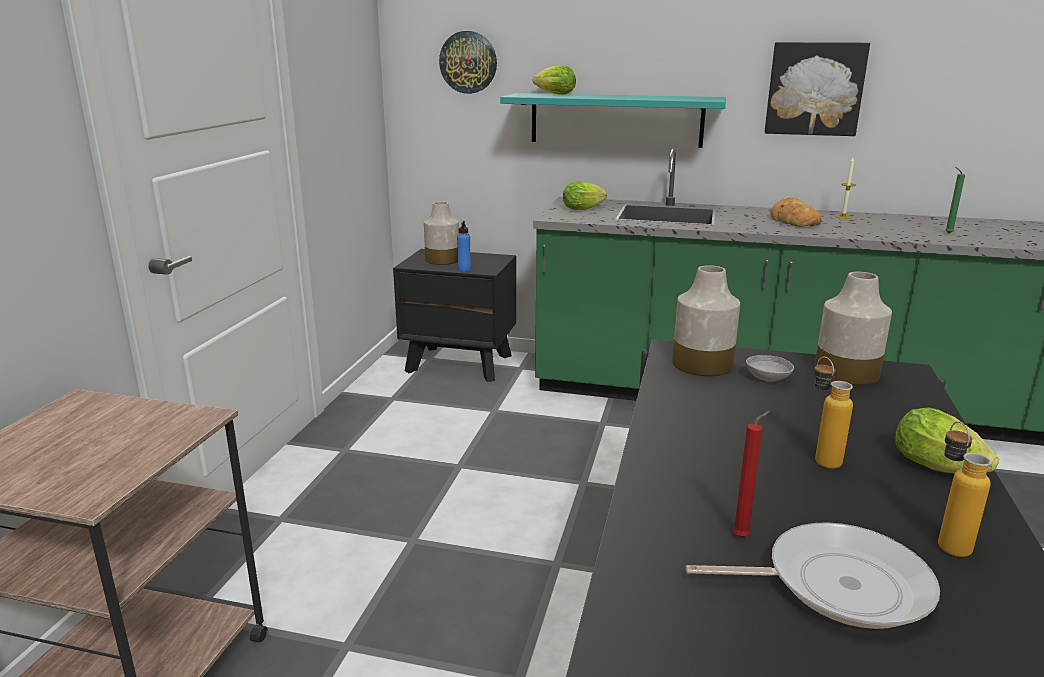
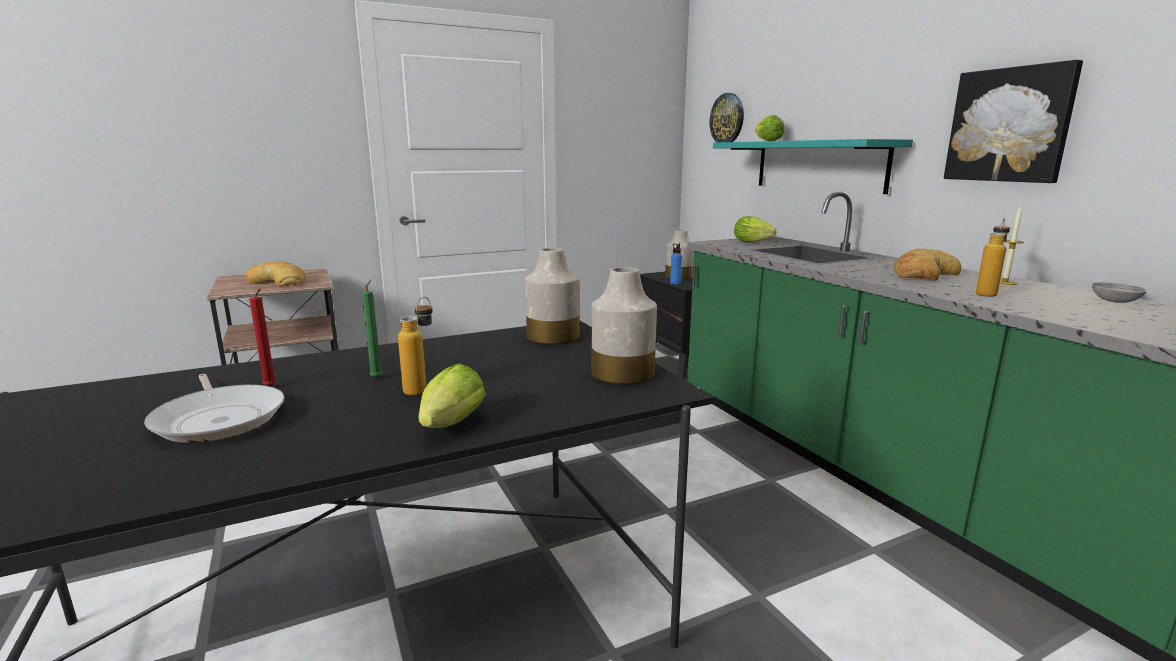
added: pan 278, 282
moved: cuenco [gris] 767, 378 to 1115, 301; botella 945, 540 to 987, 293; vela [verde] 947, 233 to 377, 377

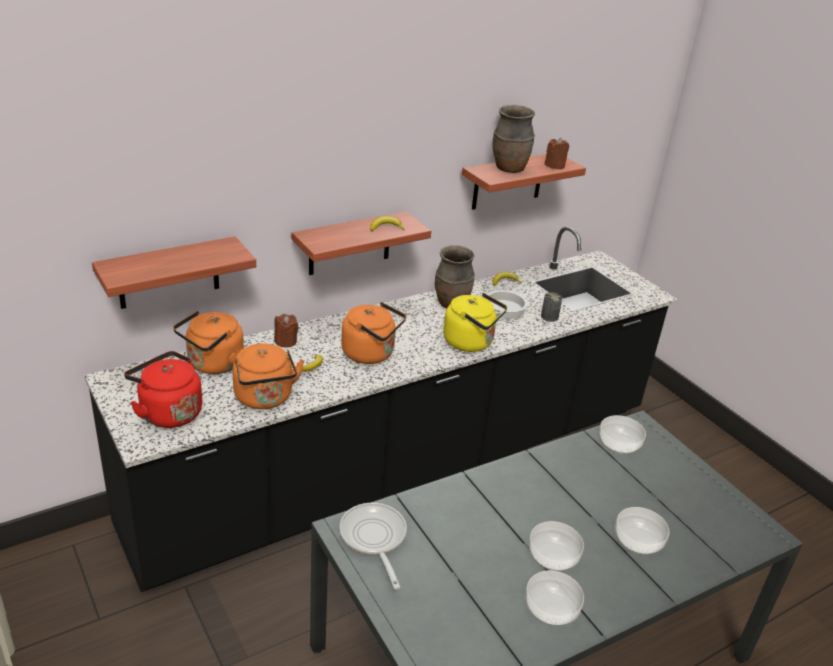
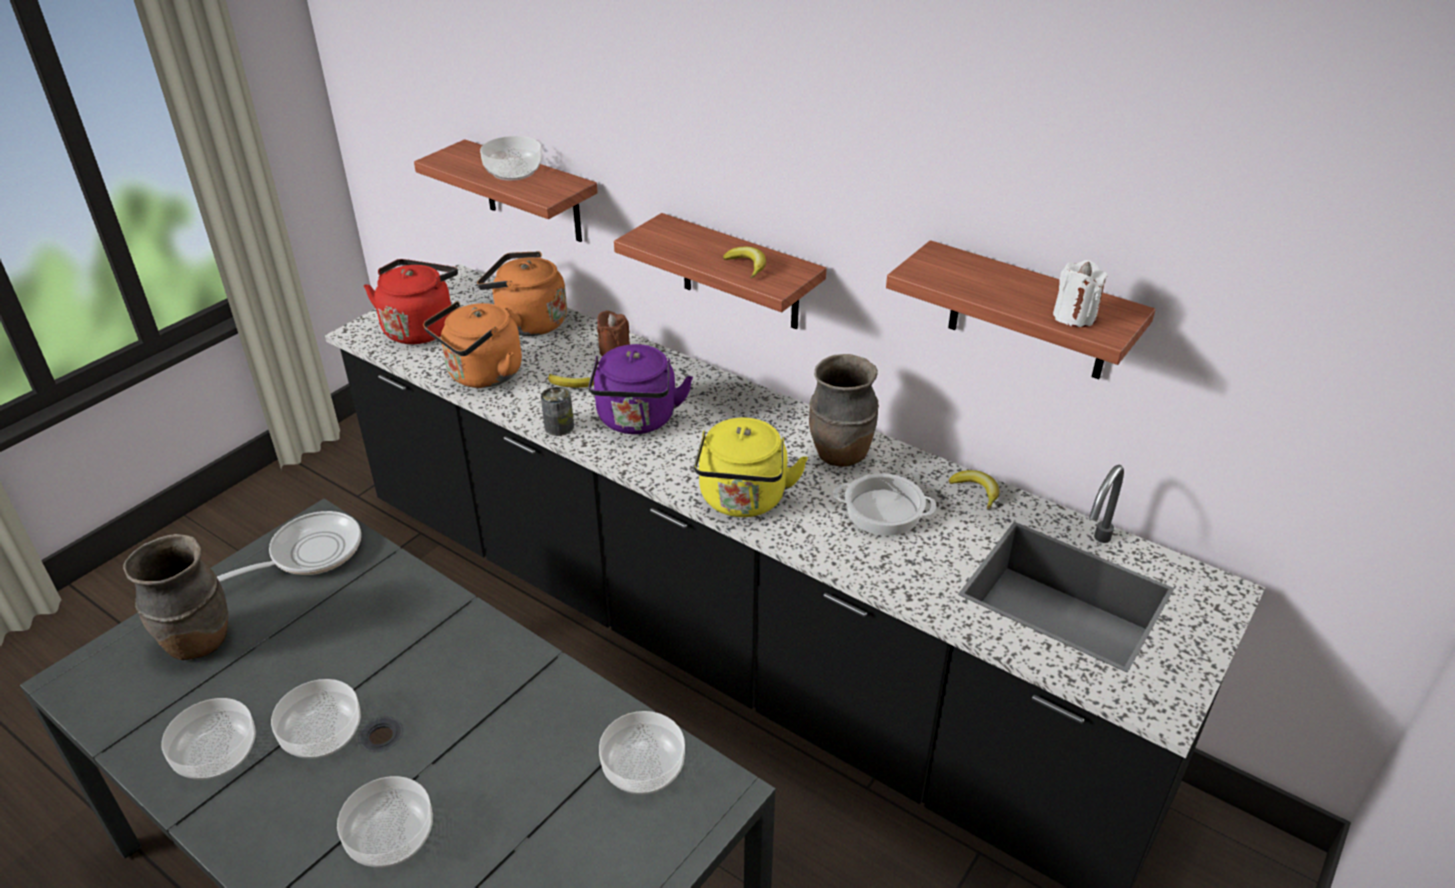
added: cuenco 514, 171
moved: florero [marrón] 509, 169 to 197, 642; lata 549, 317 to 559, 427
recoloured: hervidor [naranja] 371, 354 to hervidor [morado] 637, 421; vela [marrón] 555, 165 to vela [blanco] 1074, 316

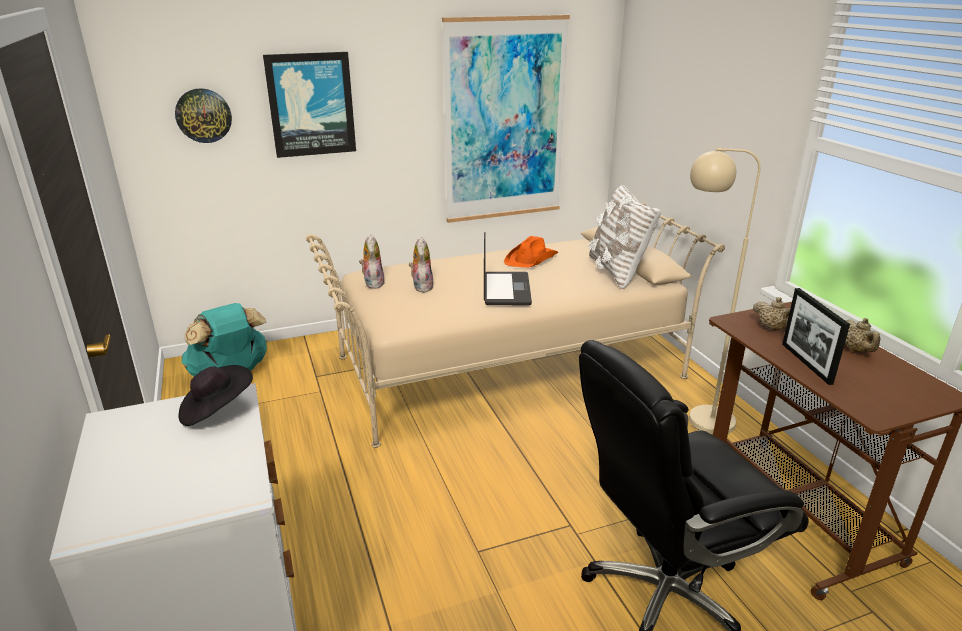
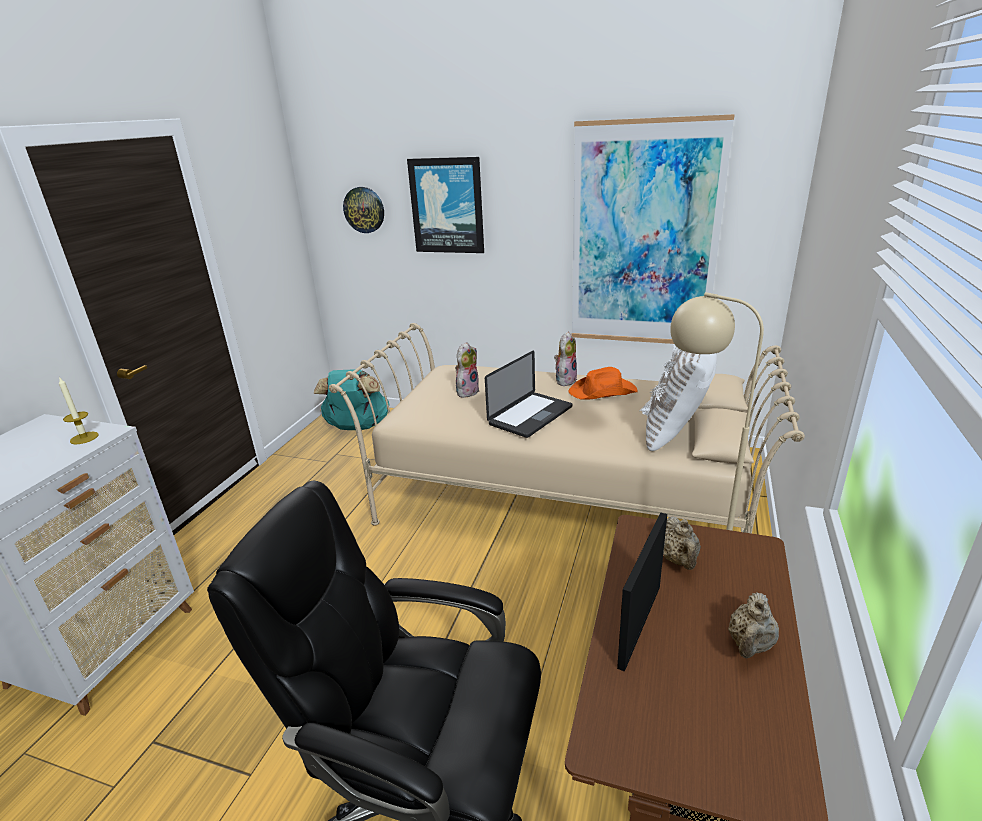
moved: peluche 372, 283 to 565, 380
replaced: sombrero [negro] 216, 410 to vela 84, 438

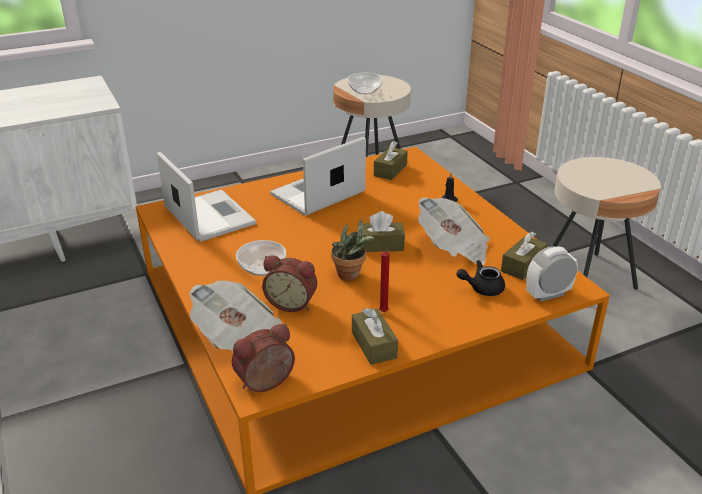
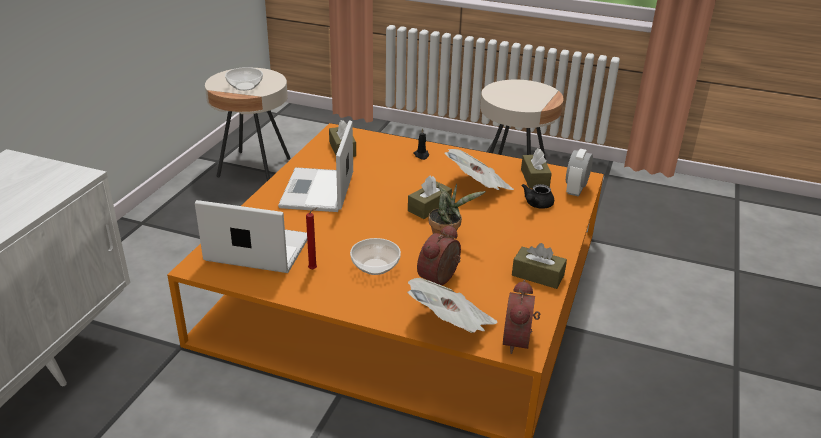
moved: vela [rojo] 385, 312 to 314, 269
turned: despertador 292, 303 = 440, 279 150 degrees clockwise

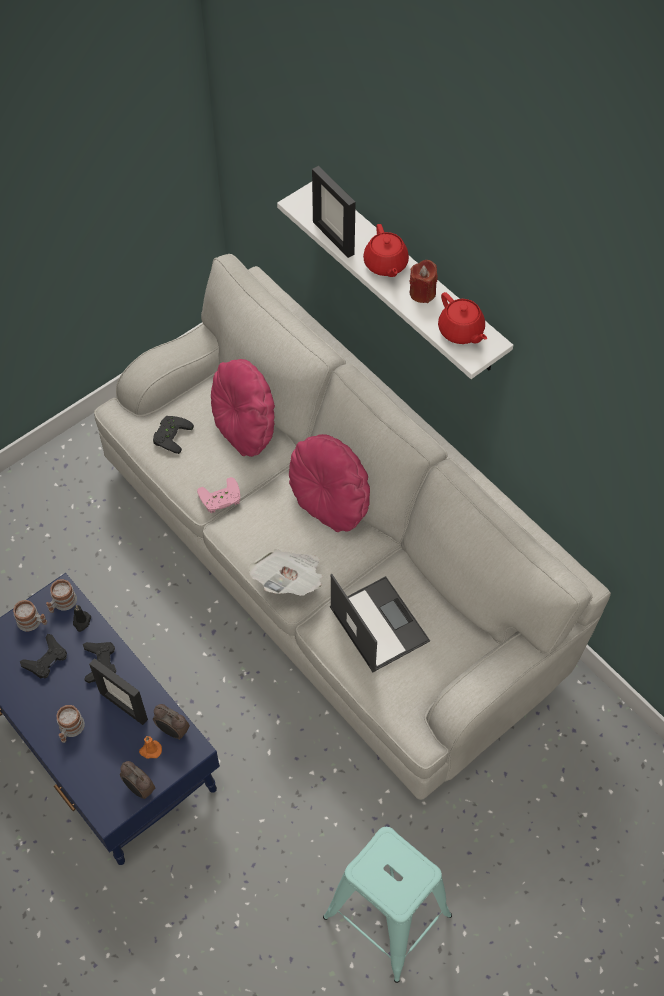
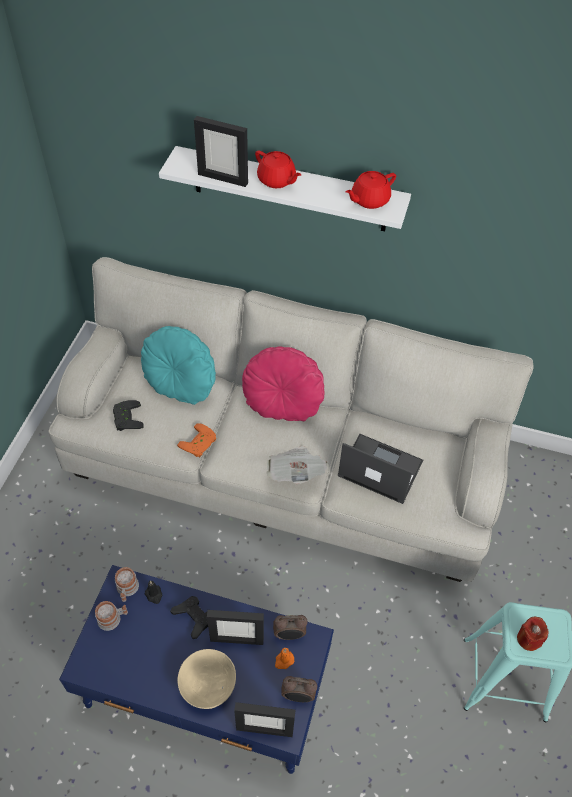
removed: mando de consola [negro] 46, 660
added: portarretratos 265, 728
moved: vela [rojo] 422, 293 to 528, 639
replaced: taza grande 70, 729 to cuenco [beis] 207, 685
recoloured: mando de consola [rosa] 221, 499 to mando de consola [naranja] 199, 443; cojín [rosa] 245, 431 to cojín [turquesa] 181, 388
turned: tetera [rojo] 461, 331 = 369, 200 120 degrees clockwise

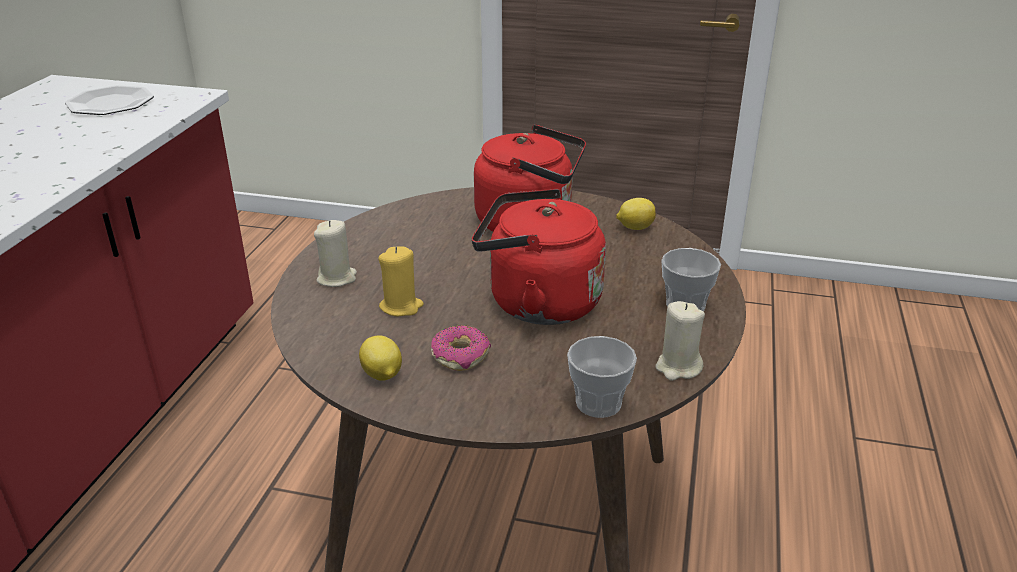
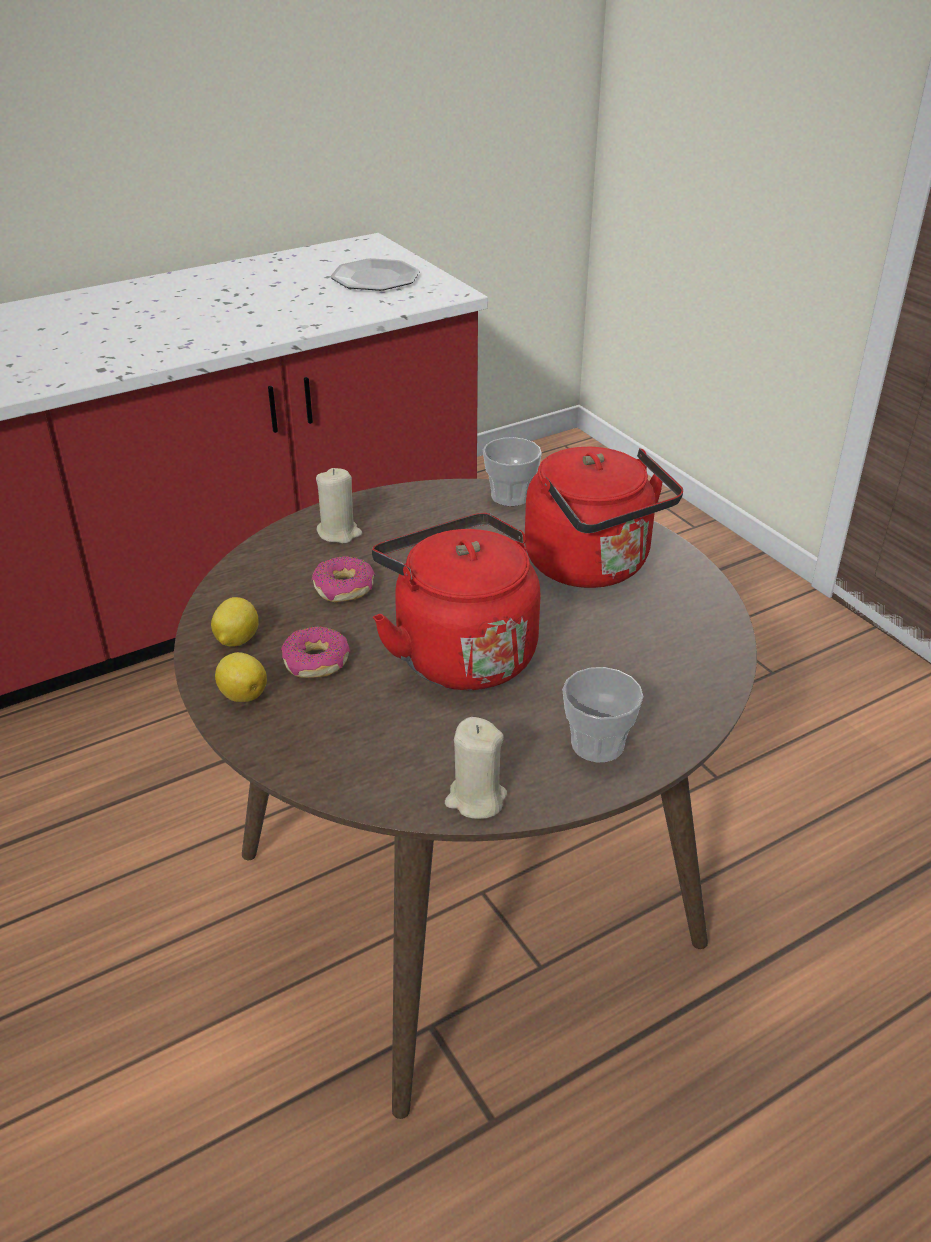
moved: taza 598, 403 to 510, 496; limón 635, 227 to 243, 694
replaced: vela [amarillo] 401, 307 to rosquilla 344, 588

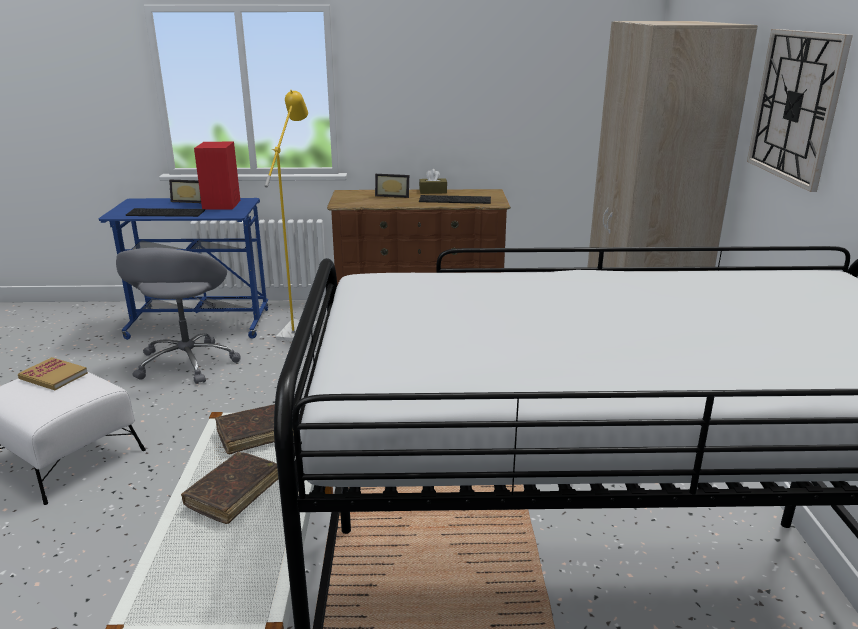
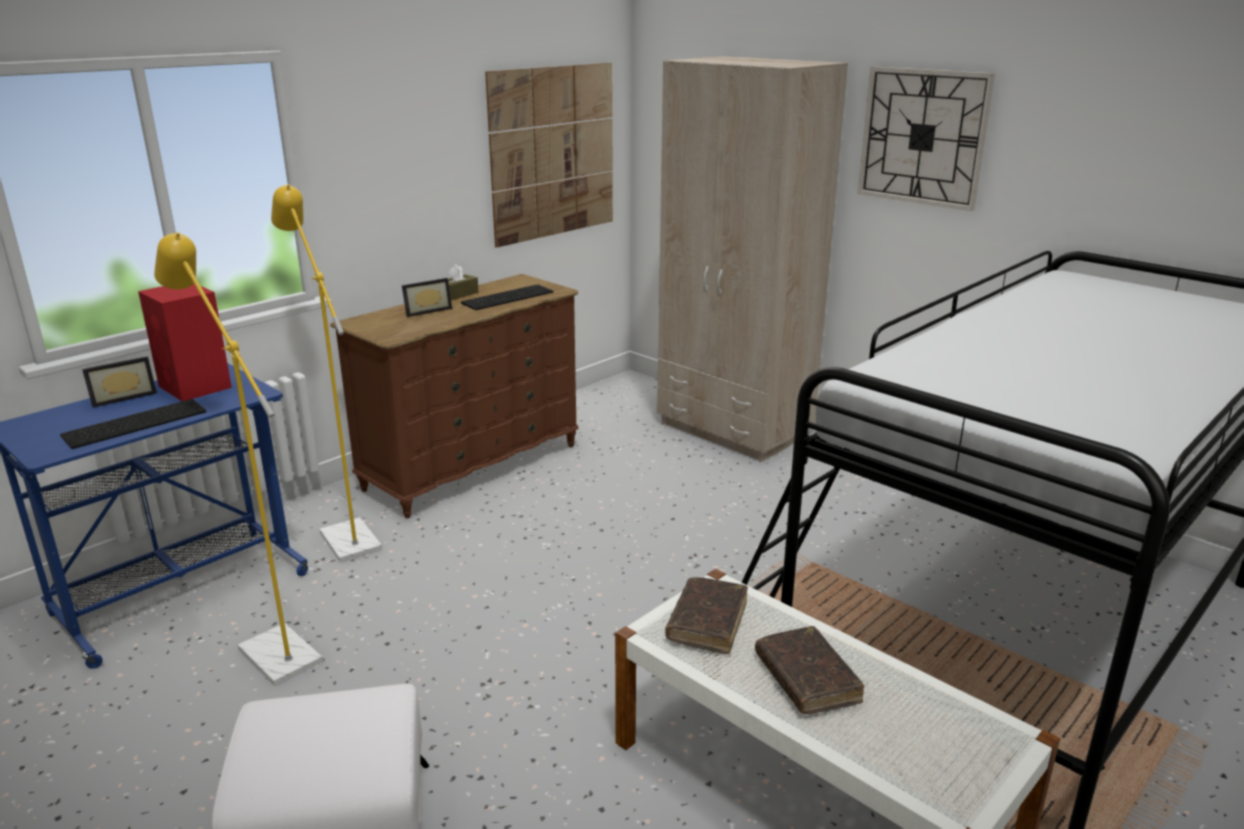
removed: libro 53, 376
added: cuadro 553, 153
replaced: silla de oficina [gris] 186, 364 to lámpara de pie [amarillo] 272, 648

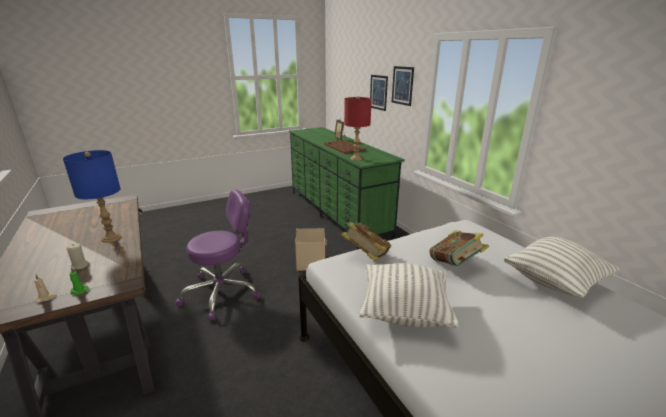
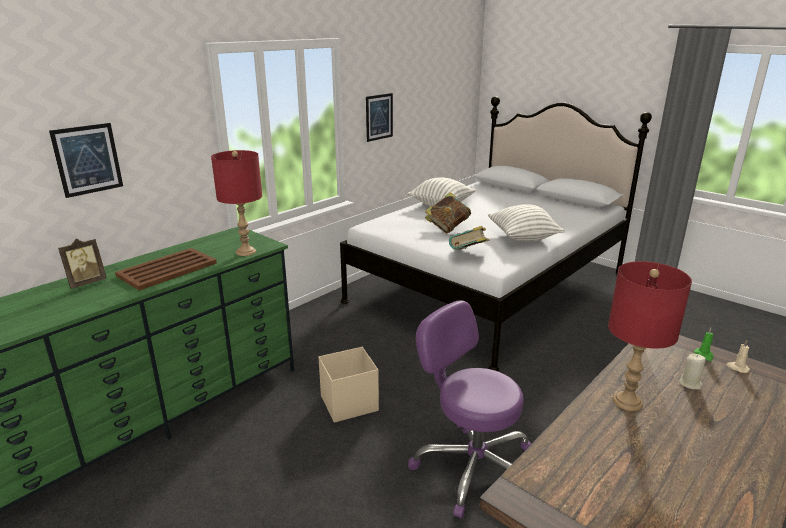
moved: cuadro 402, 85 to 379, 117
recoloured: lámpara de mesa [azul] 111, 238 to lámpara de mesa [rojo] 627, 401

